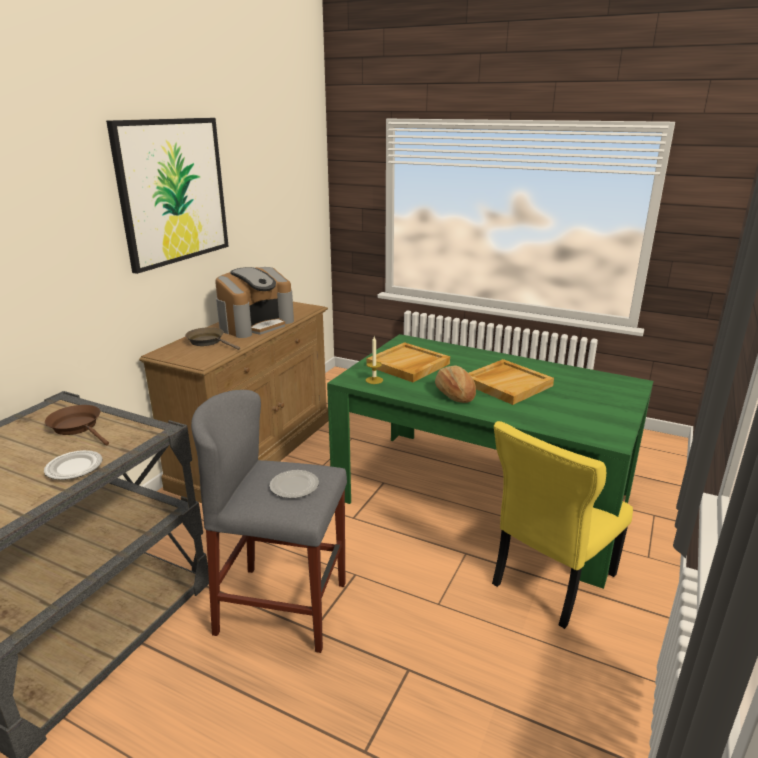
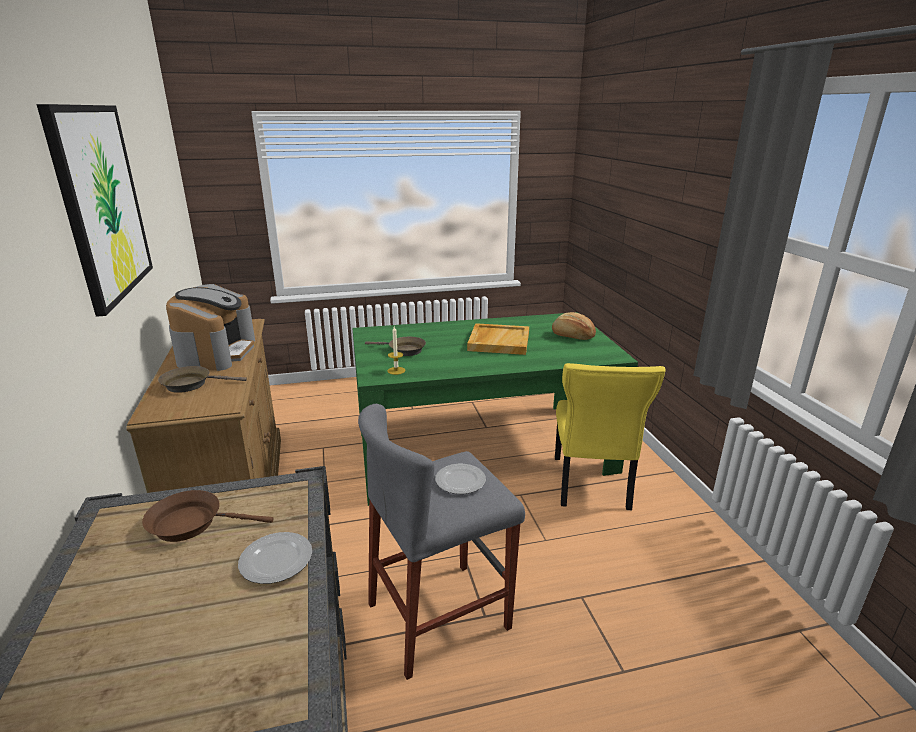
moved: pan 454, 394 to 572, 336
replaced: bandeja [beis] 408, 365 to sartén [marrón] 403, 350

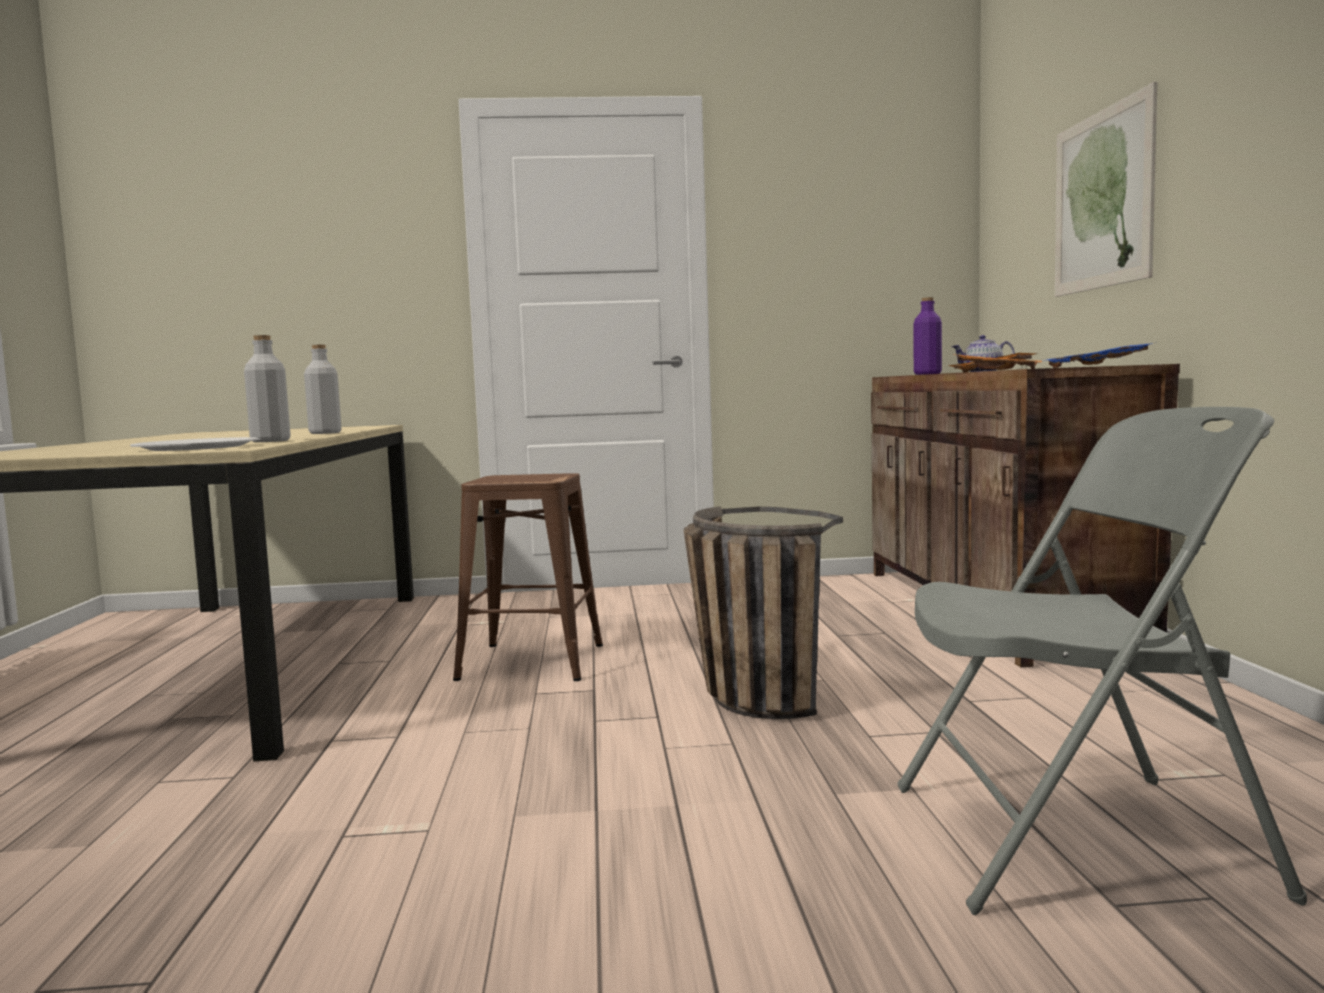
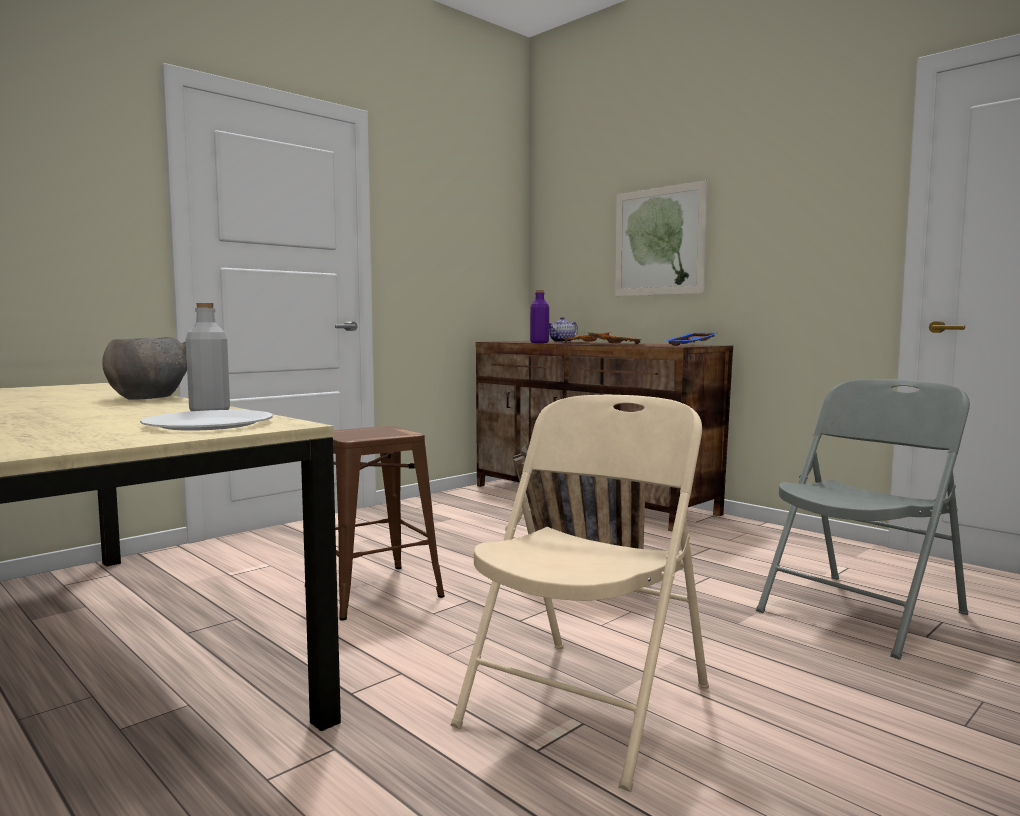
added: silla [beis] 587, 706
replaced: botella [gris] 325, 433 to cuenco [gris] 148, 398

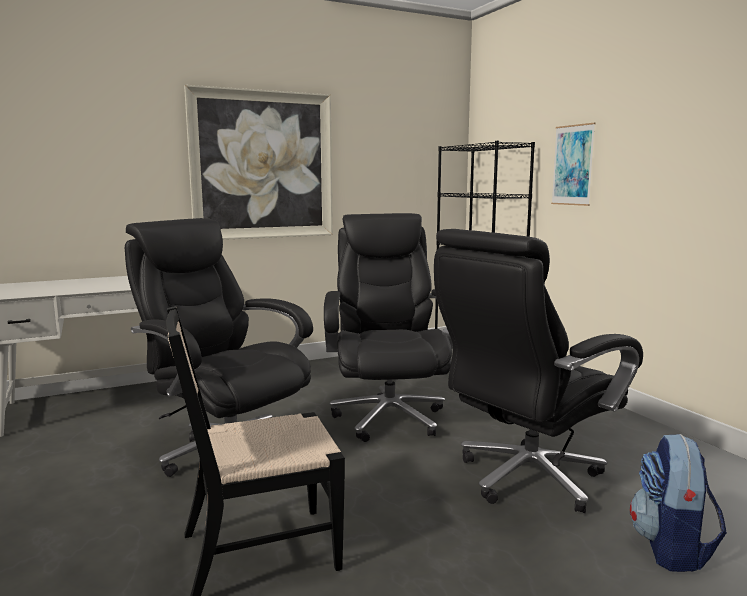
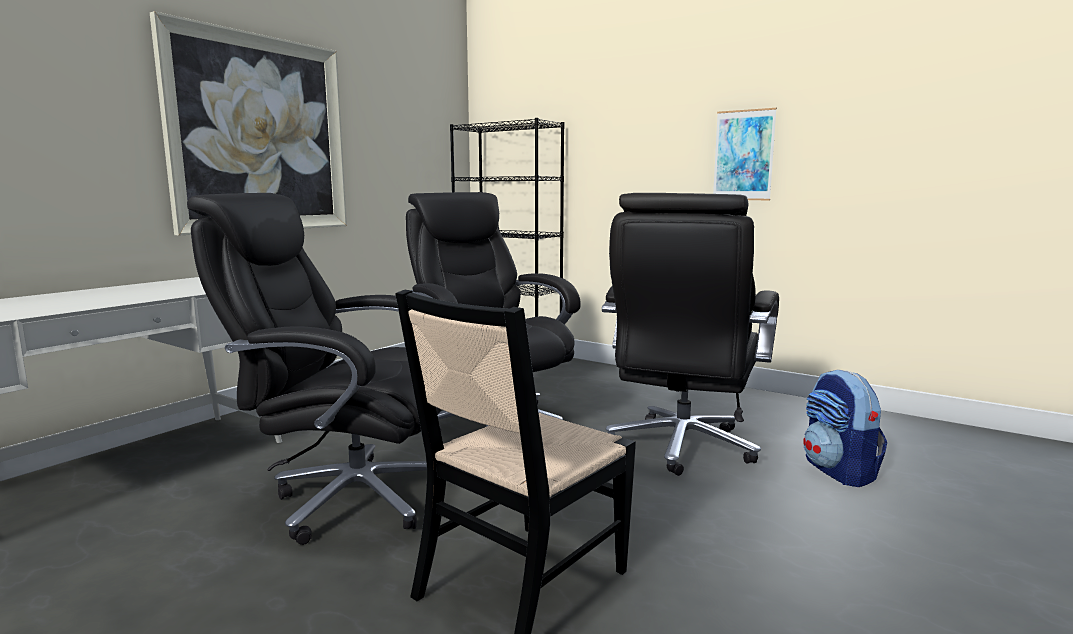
moved: cuadro 573, 165 to 743, 155

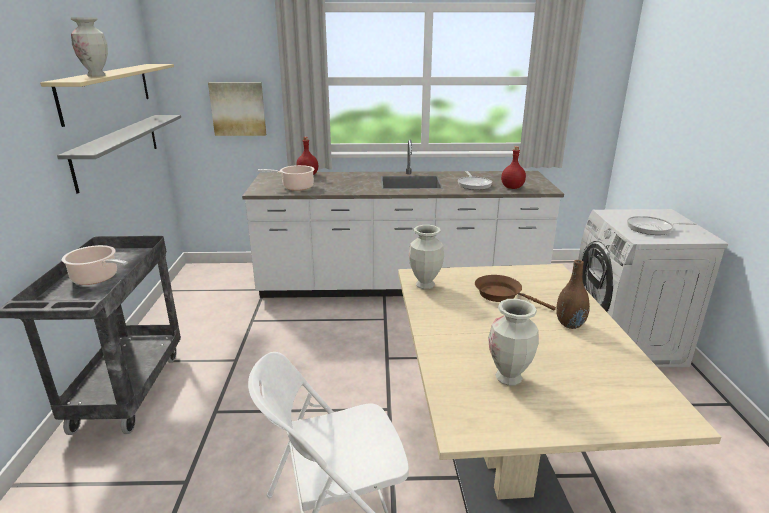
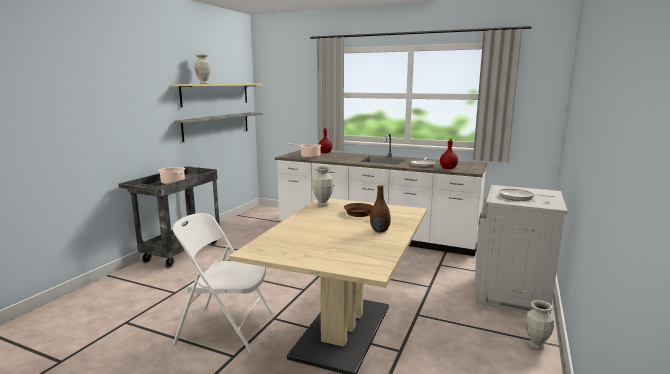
removed: cuadro 238, 109
moved: florero 508, 378 to 536, 345

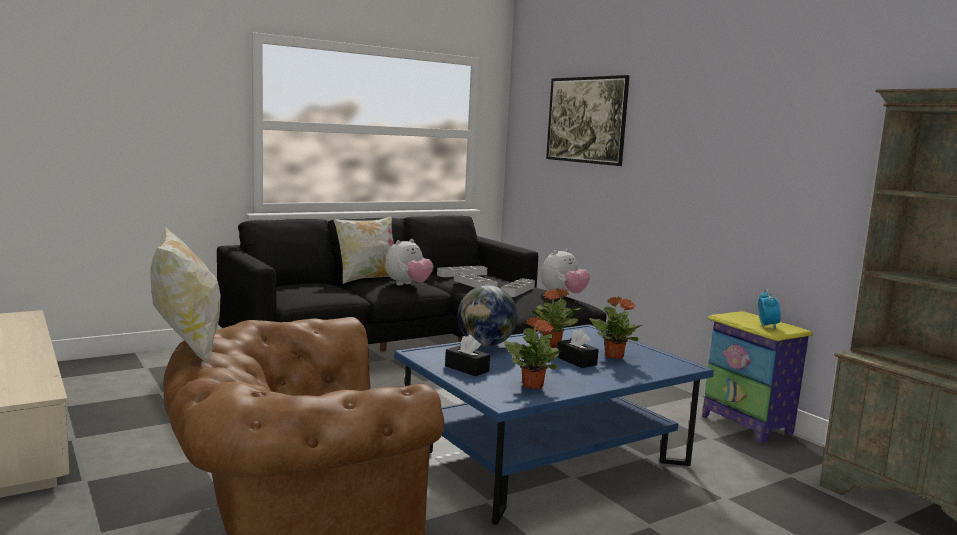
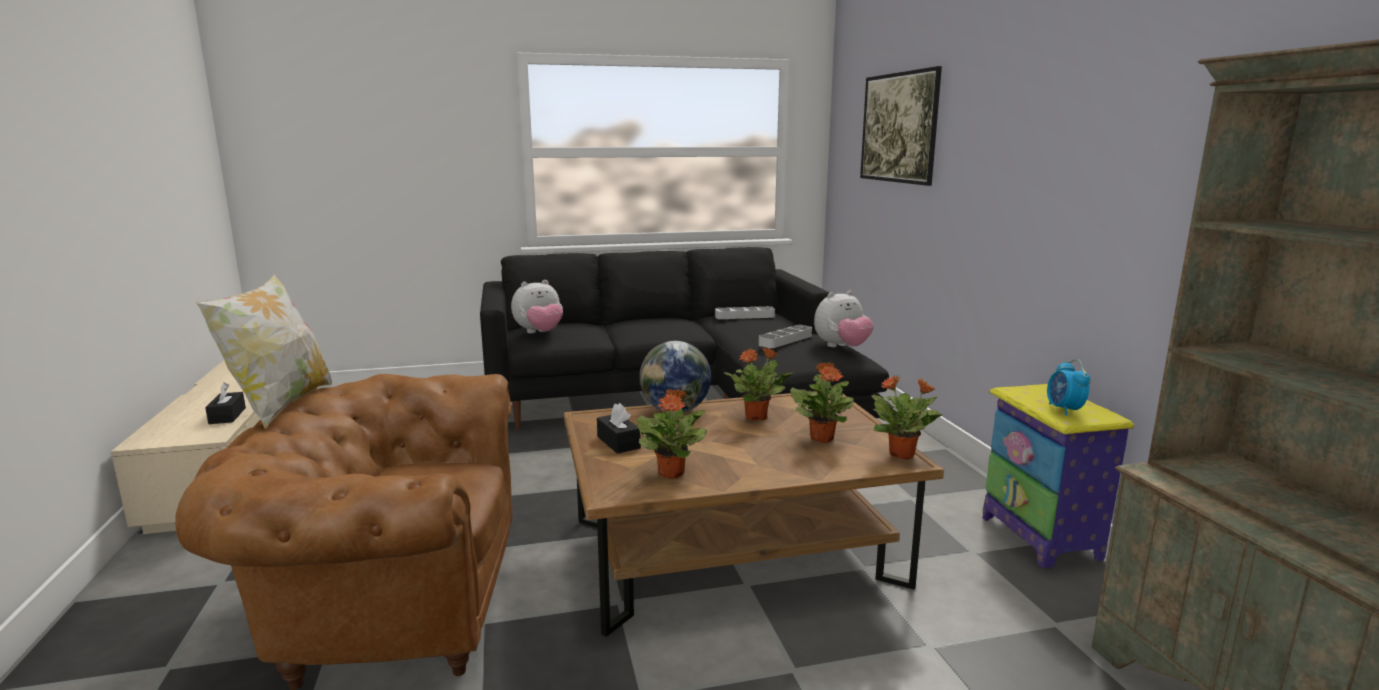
removed: cojín 367, 279; bandeja [gris] 474, 285
added: planta en maceta 903, 454
moved: peluche 408, 285 to 539, 333; caja de pañuelos [negro] 576, 361 to 227, 416
recoloured: mesa de centro [azul] 546, 456 to mesa de centro [marrón] 734, 551
turned: despertador 767, 326 = 1064, 410 150 degrees clockwise

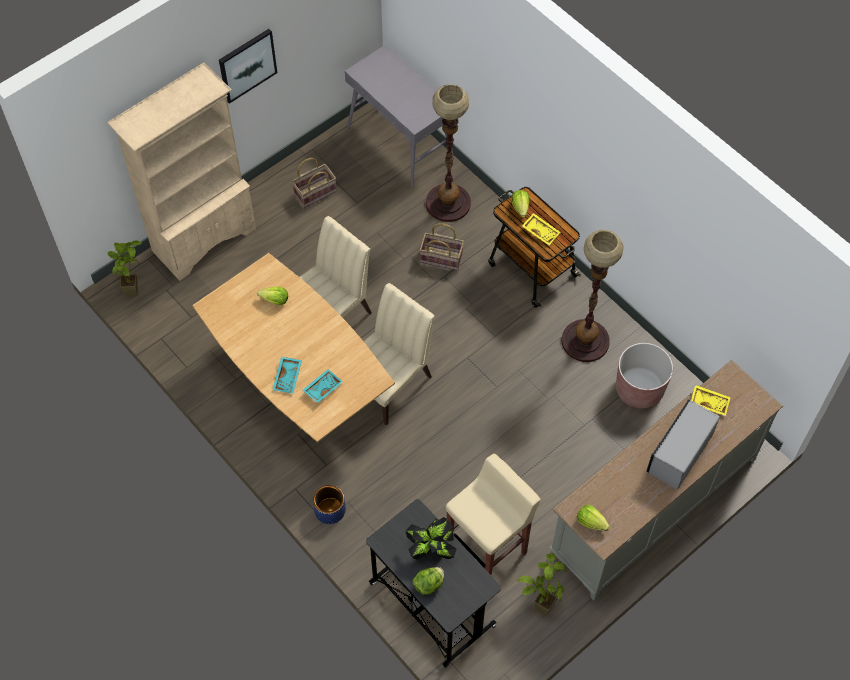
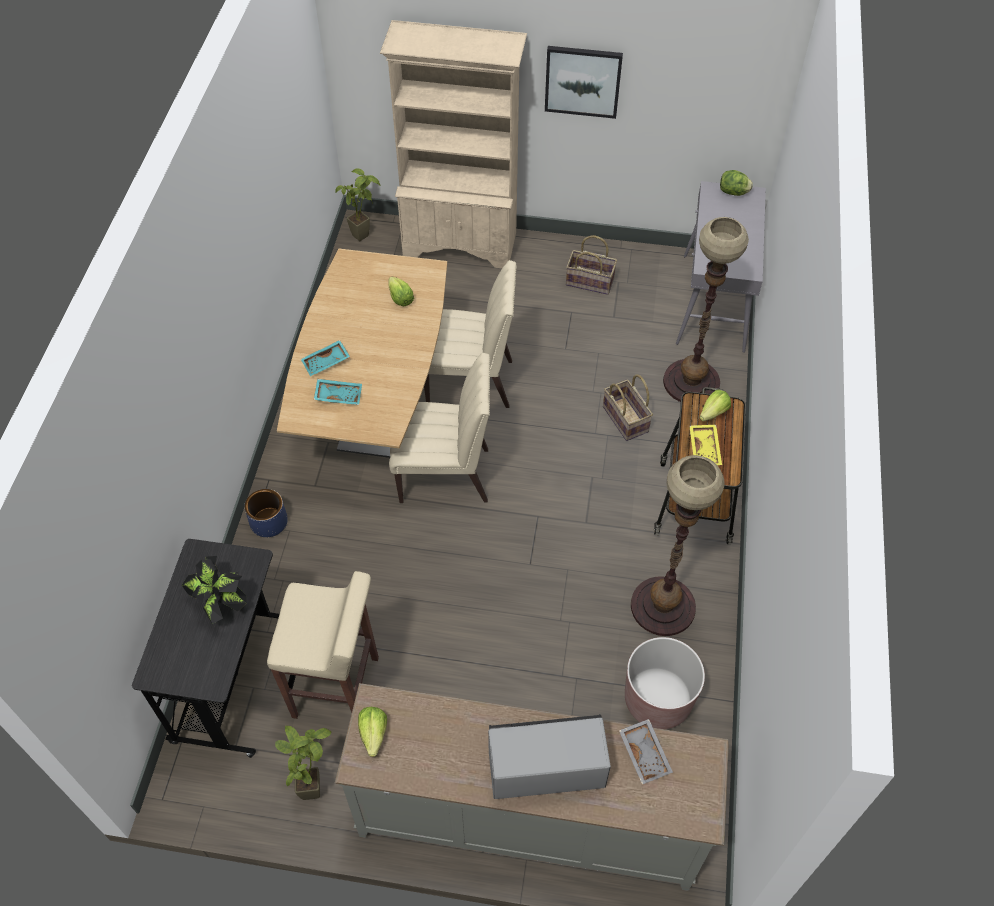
moved: lechuga 429, 584 to 733, 192
recoloured: bandeja [amarillo] 709, 402 to bandeja [gris] 645, 754

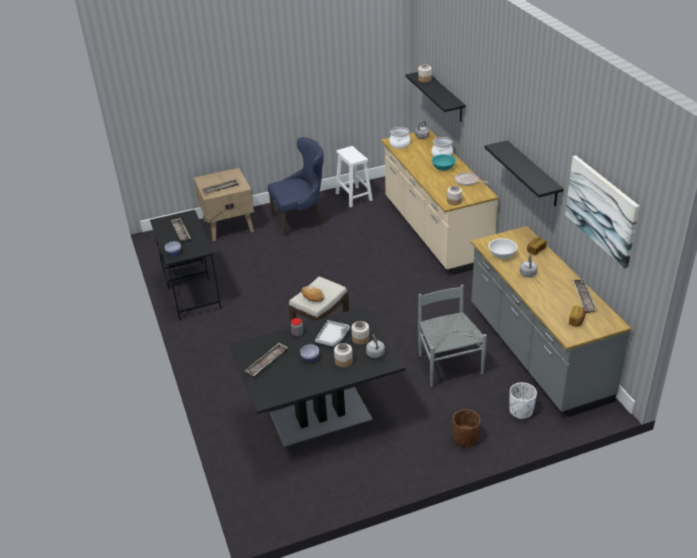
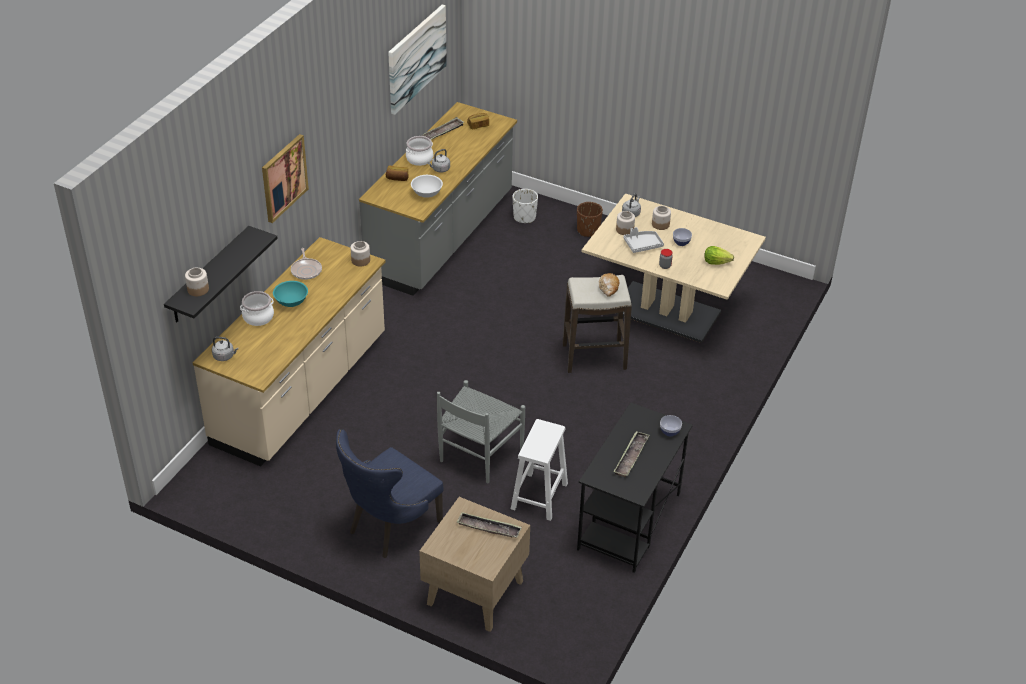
removed: estante [negro] 533, 174
added: cuadro 283, 177
moved: taburete [blanco] 354, 197 to 539, 495; olla 400, 144 to 419, 159; silla [gris] 448, 365 to 478, 455
replaced: bandeja 267, 362 to lechuga 716, 262
recoloured: mesa de comedor [negro] 320, 418 to mesa de comedor [beis] 666, 312
turned: silla [azul] 300, 220 = 390, 526 75 degrees counterclockwise

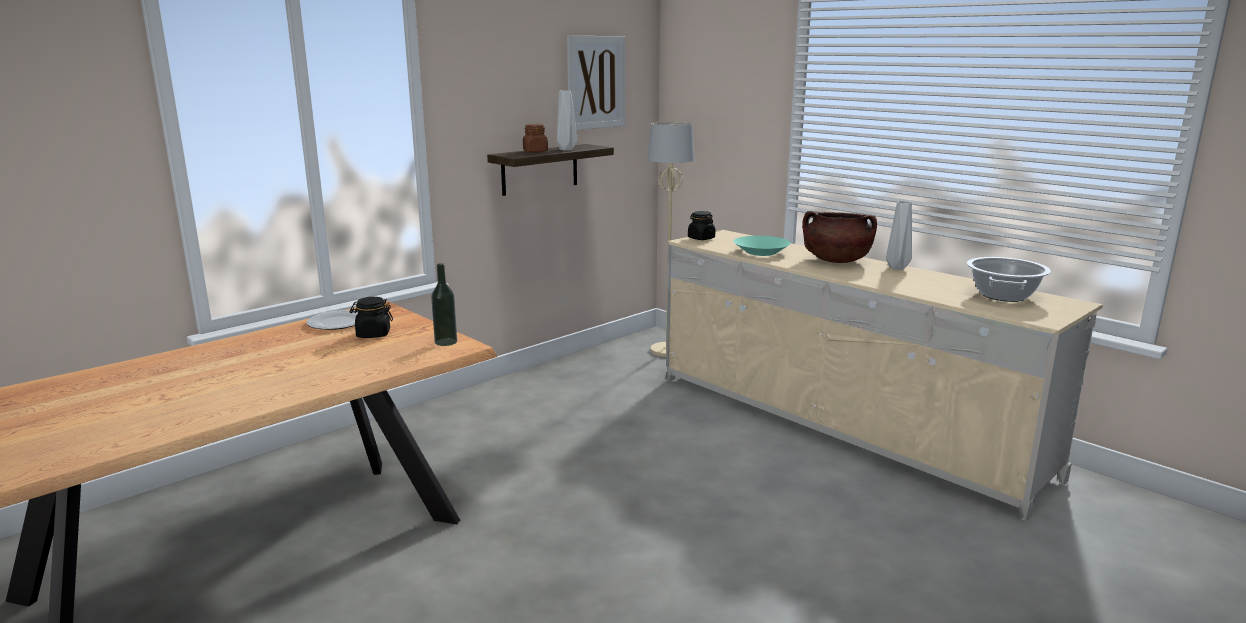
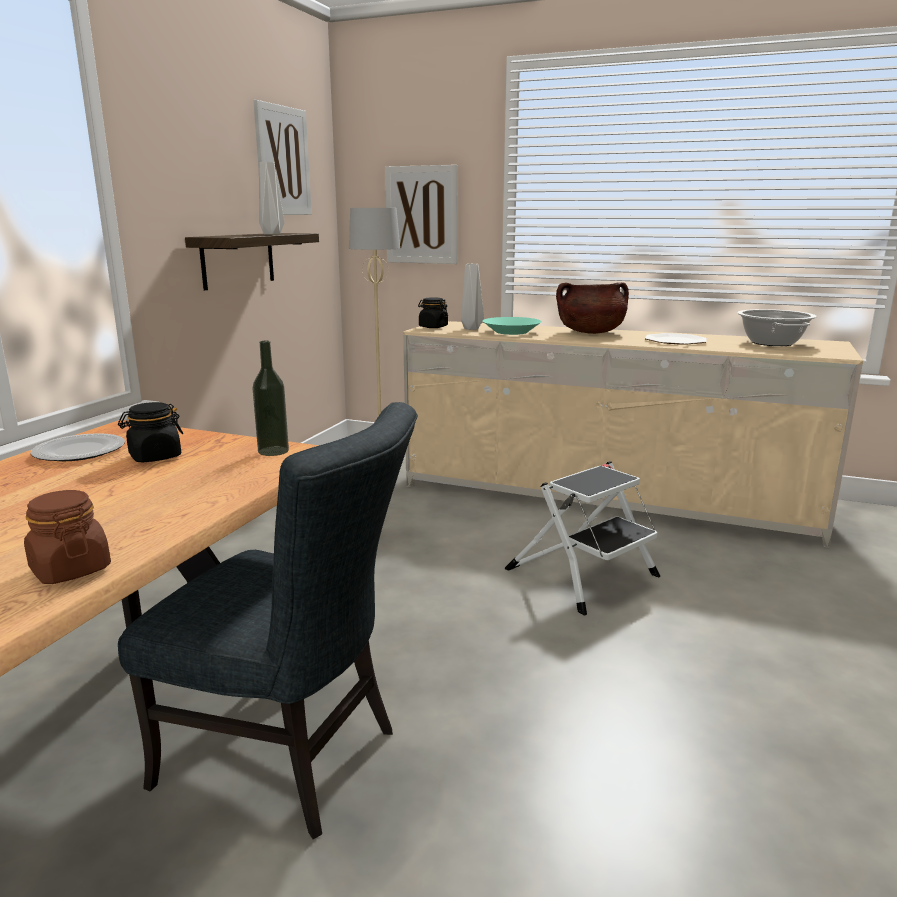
added: silla [gris] 292, 758; cuadro 422, 215; escalera de tijera 581, 574; plato 675, 341
moved: tarro [marrón] 535, 151 to 70, 569; florero [gris] 897, 268 to 471, 329

